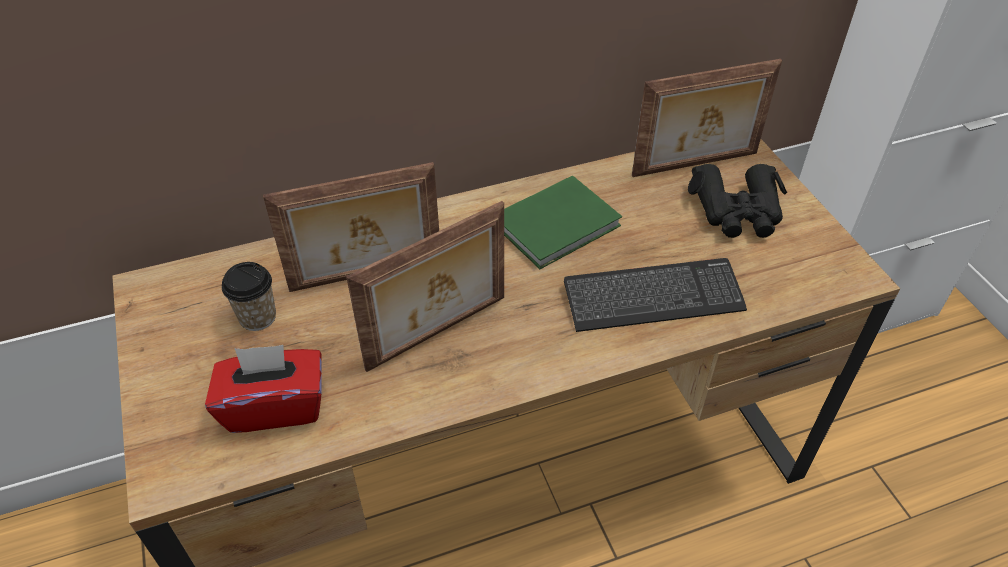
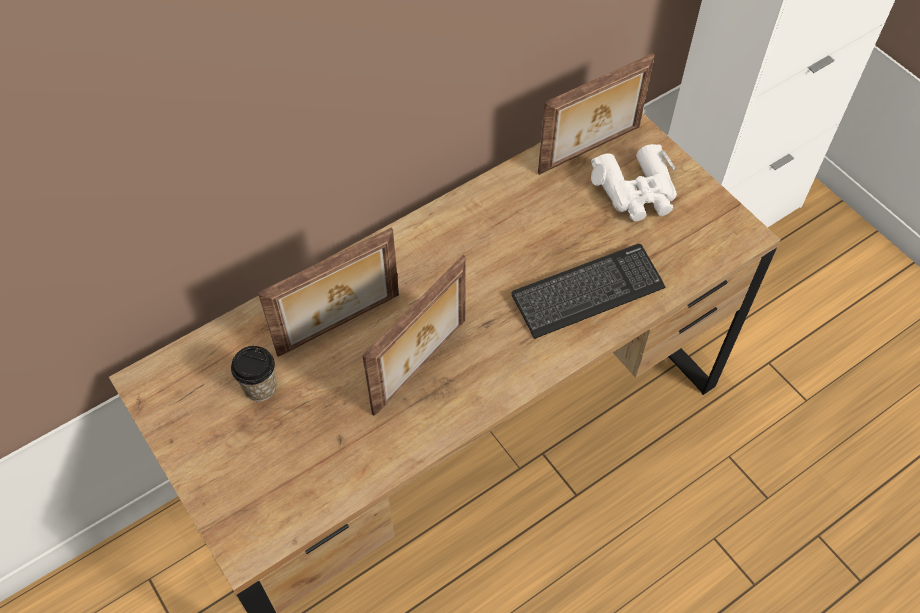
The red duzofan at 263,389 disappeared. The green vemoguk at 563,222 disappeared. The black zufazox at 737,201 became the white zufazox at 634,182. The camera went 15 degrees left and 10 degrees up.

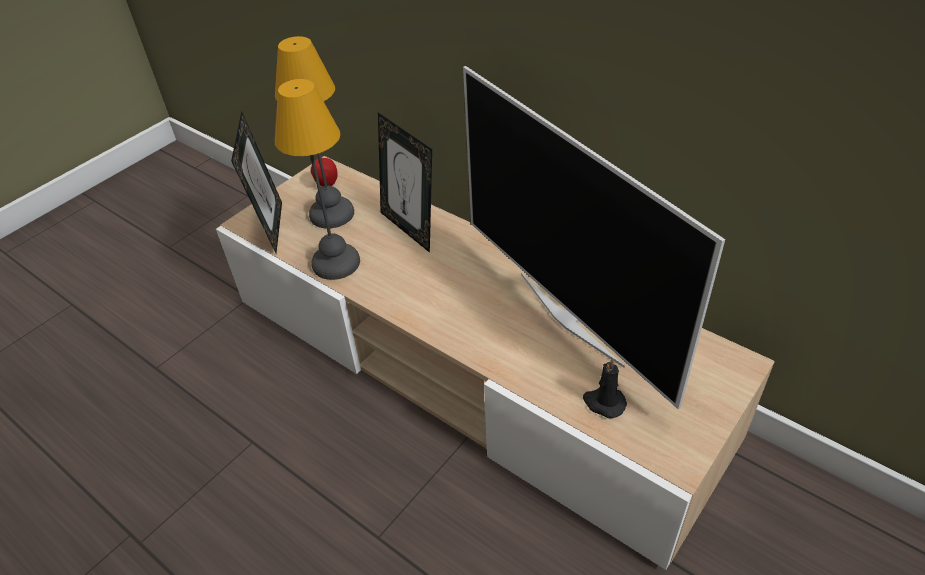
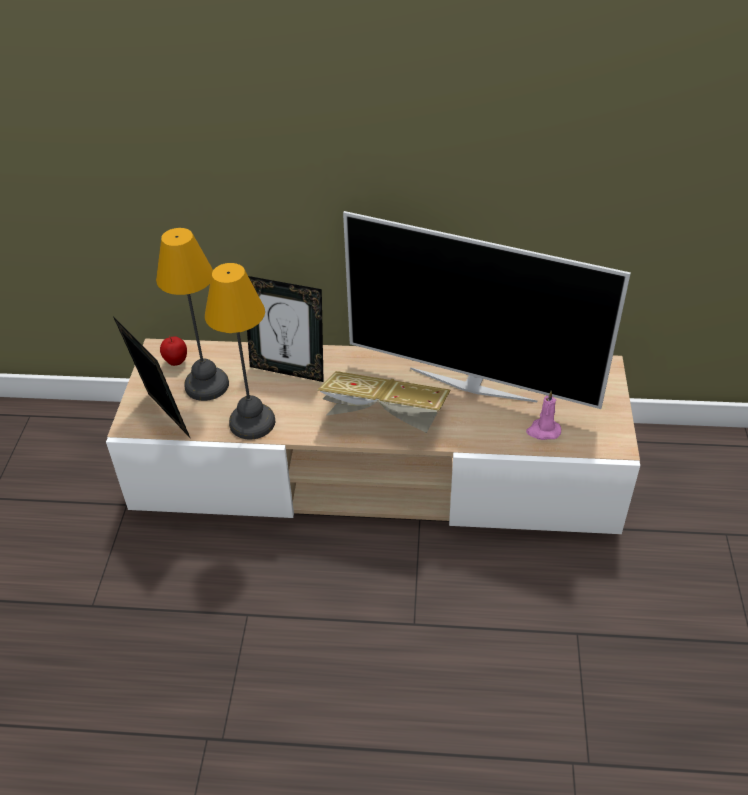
The vemoguk at 383,402 appeared. The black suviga at 605,388 became the pink suviga at 543,415. The camera went 35 degrees left and 0 degrees up.

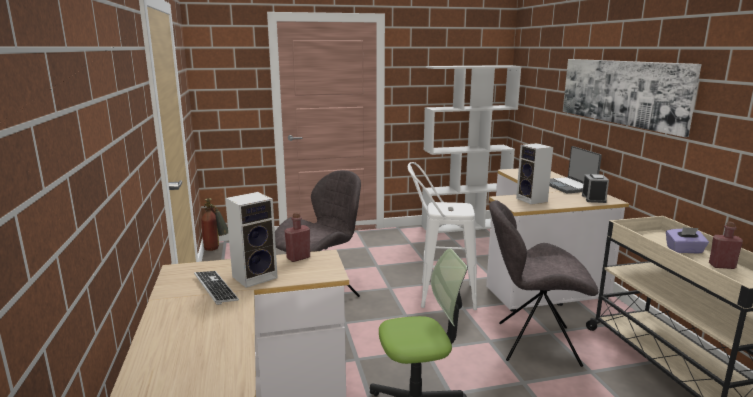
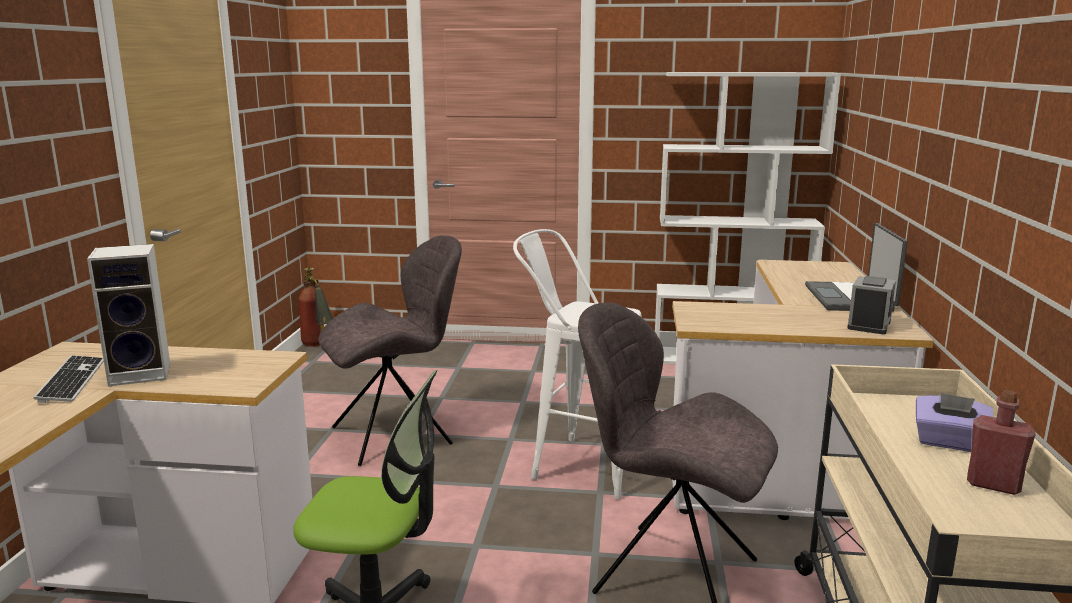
The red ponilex at 297,237 disappeared. The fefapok at 534,174 disappeared. The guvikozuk at 632,98 disappeared. The camera went 20 degrees right and 0 degrees up.

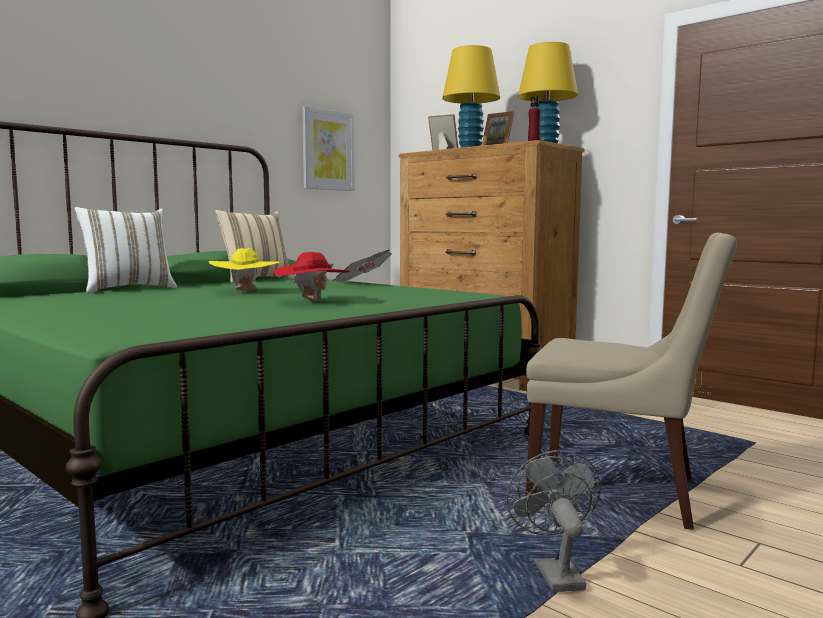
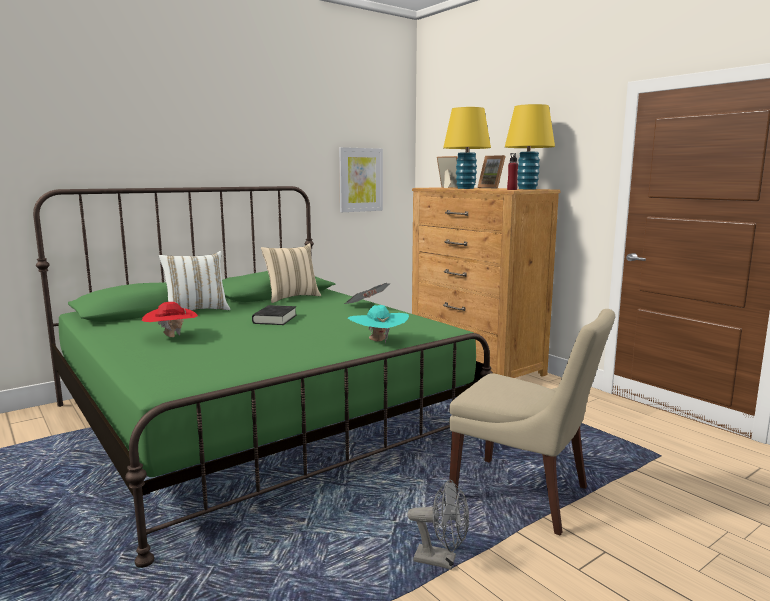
The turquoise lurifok at 378,324 appeared. The red lurifok moved from 312,276 to 170,319. The yellow lurifok at 244,269 was replaced by the black vemoguk at 274,315. The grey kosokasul at 553,521 turned 105 degrees clockwise. The camera went 10 degrees right and 5 degrees up.

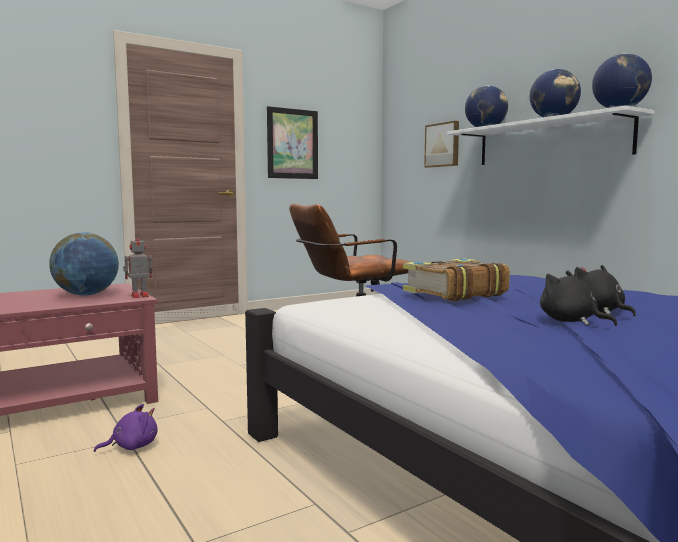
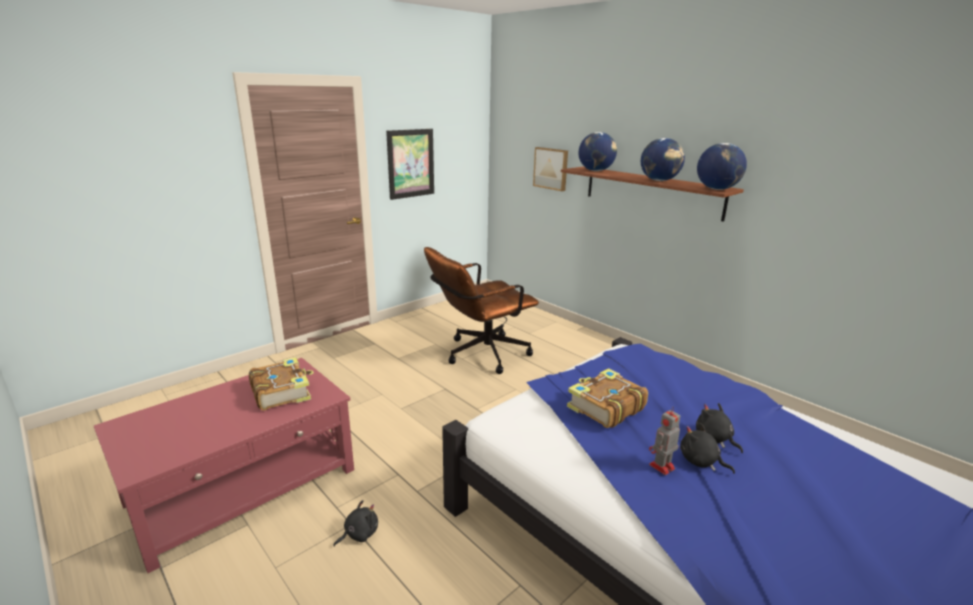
The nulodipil moved from 137,265 to 664,441. The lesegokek at 84,264 was replaced by the vemoguk at 281,384. The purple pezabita at 125,428 became the black pezabita at 355,523. The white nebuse at 551,135 became the brown nebuse at 652,194. The camera went 10 degrees left and 15 degrees up.

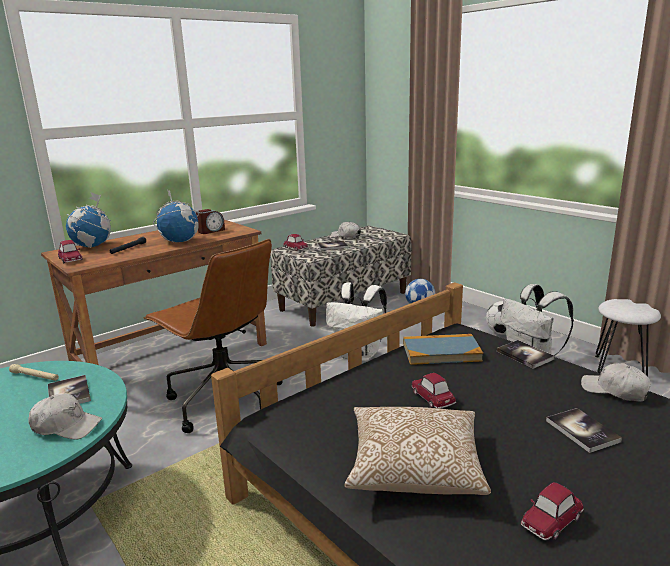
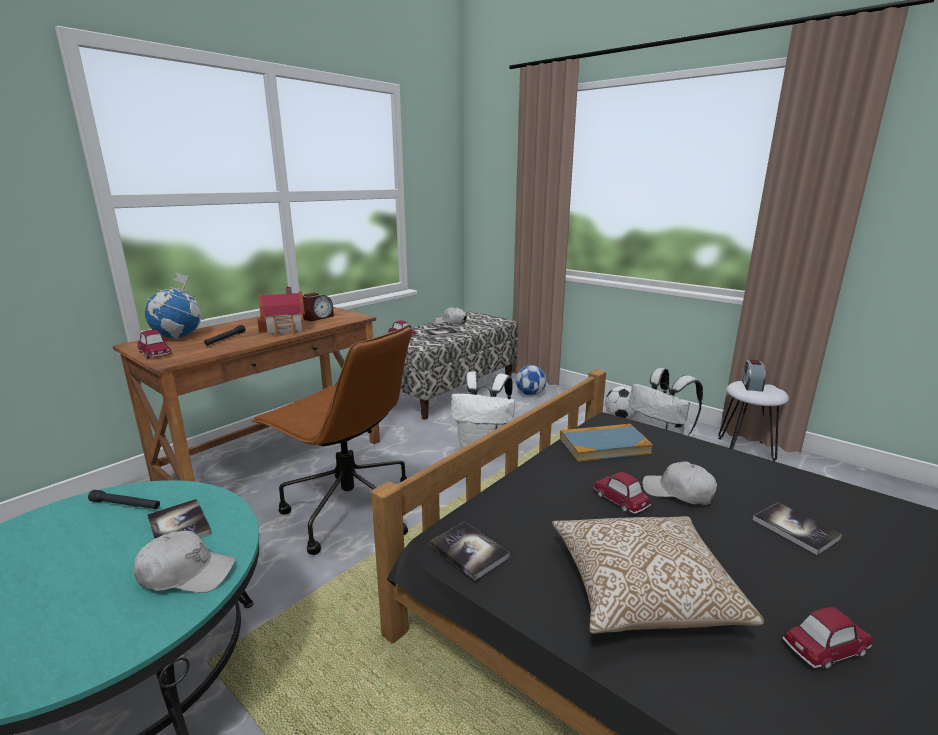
The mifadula at 754,376 appeared. The vemoguk moved from 526,354 to 470,551. The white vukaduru moved from 616,382 to 680,483. The lesegokek at 176,215 was replaced by the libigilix at 281,312. The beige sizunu at 34,372 became the black sizunu at 124,499. The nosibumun at 552,511 turned 150 degrees counterclockwise. The camera went 10 degrees left and 0 degrees up.

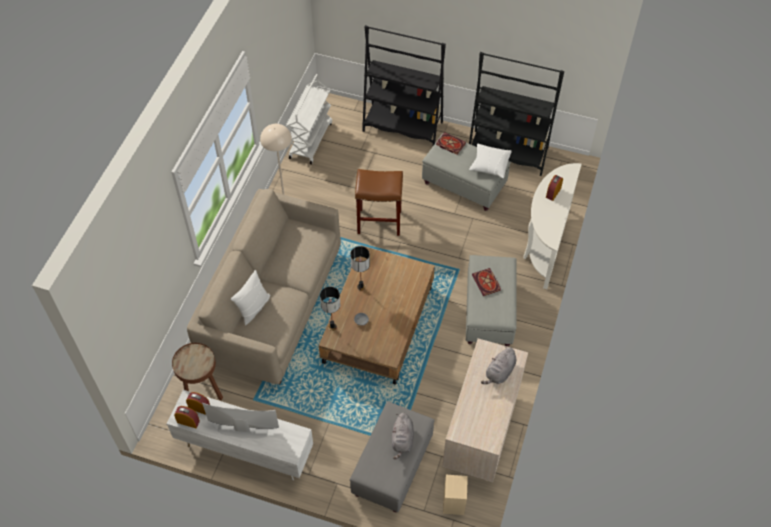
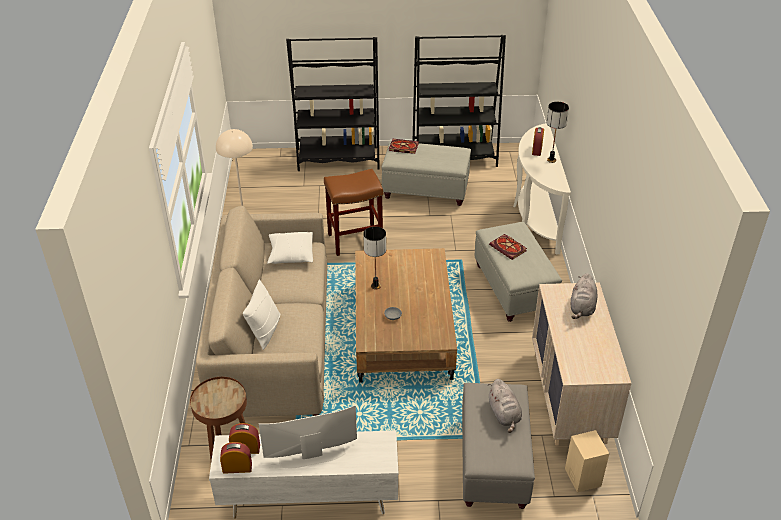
The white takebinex at 309,119 disappeared. The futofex moved from 330,309 to 557,132. The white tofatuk moved from 490,161 to 290,248. The camera went 20 degrees left and 15 degrees down.

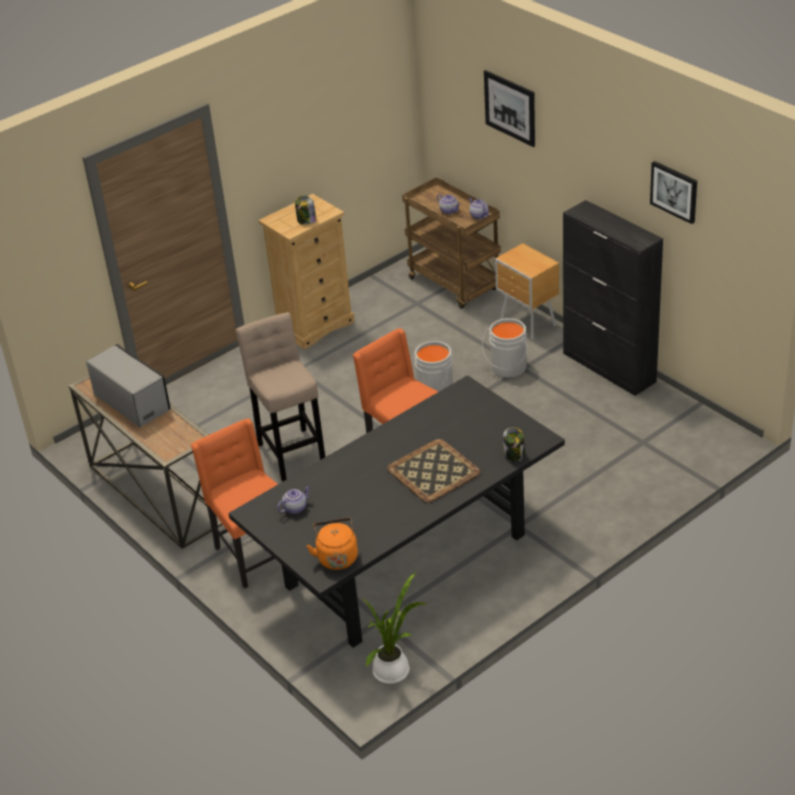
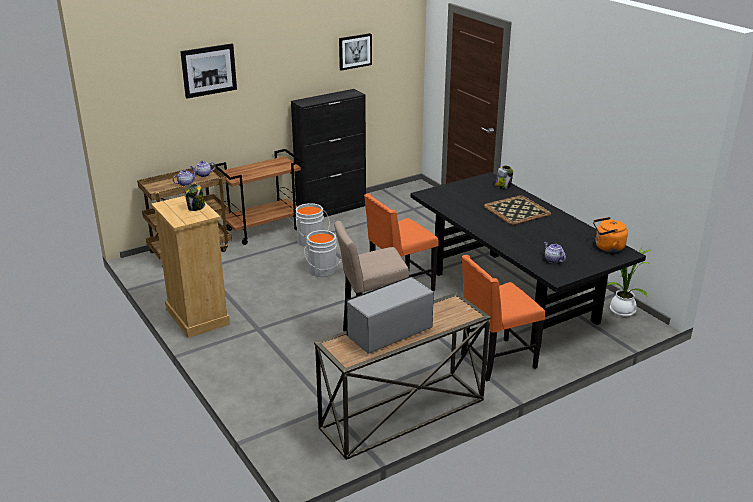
The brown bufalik at 527,291 was replaced by the brown takebinex at 258,197. The camera went 85 degrees left and 10 degrees down.

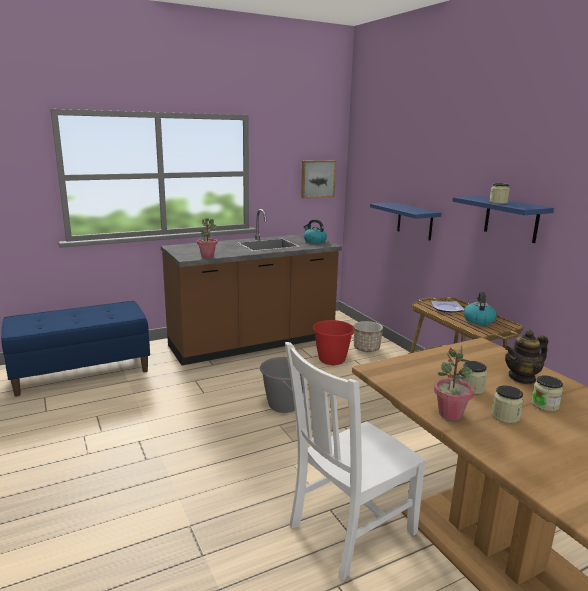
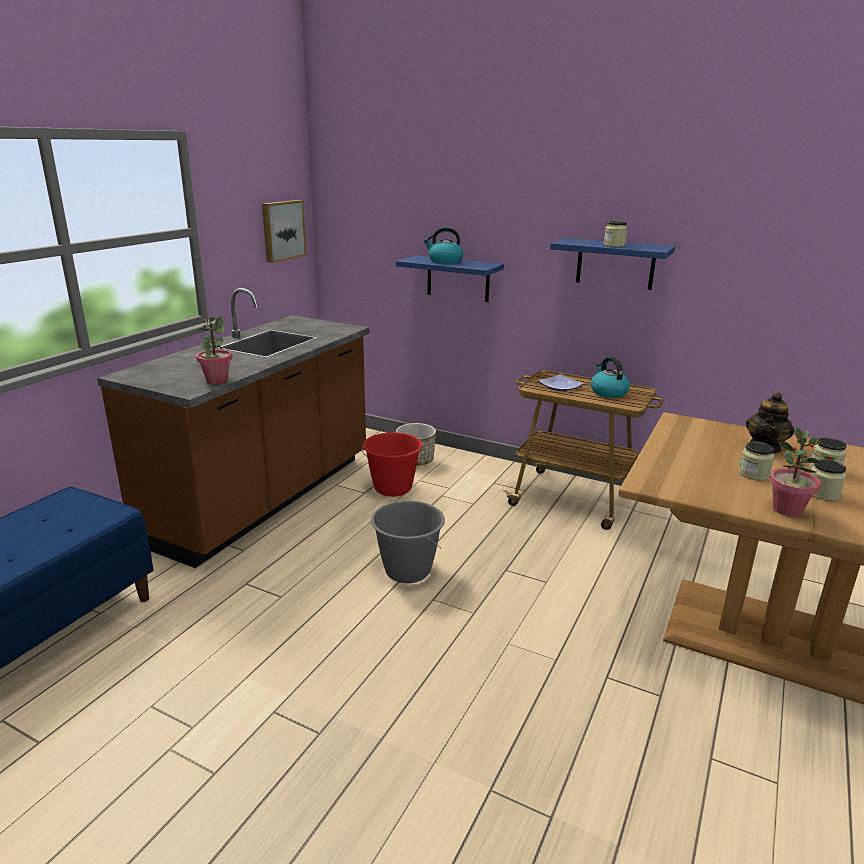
The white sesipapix at 355,461 disappeared. The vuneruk moved from 315,231 to 443,245. The camera went 35 degrees left and 5 degrees up.

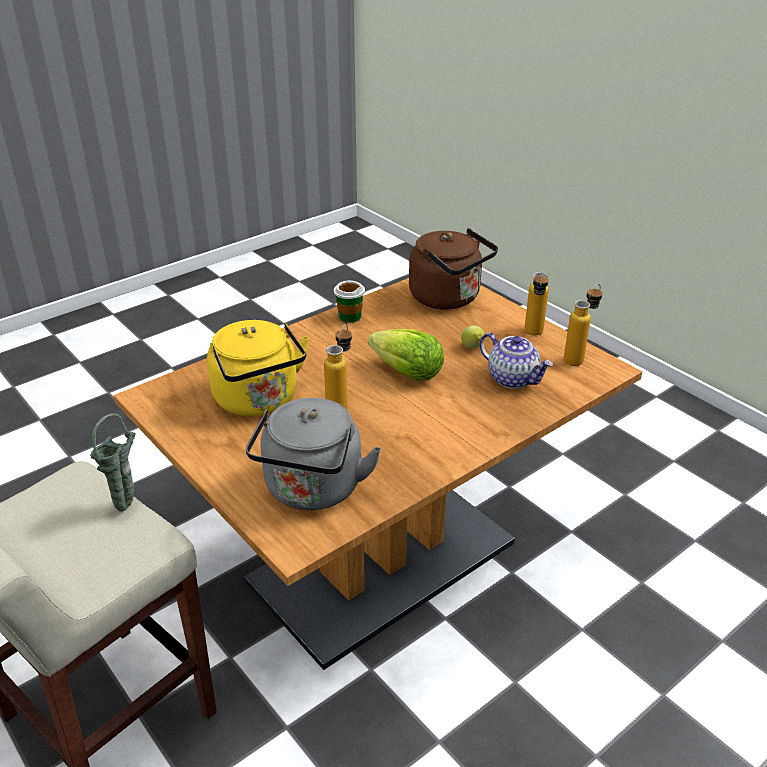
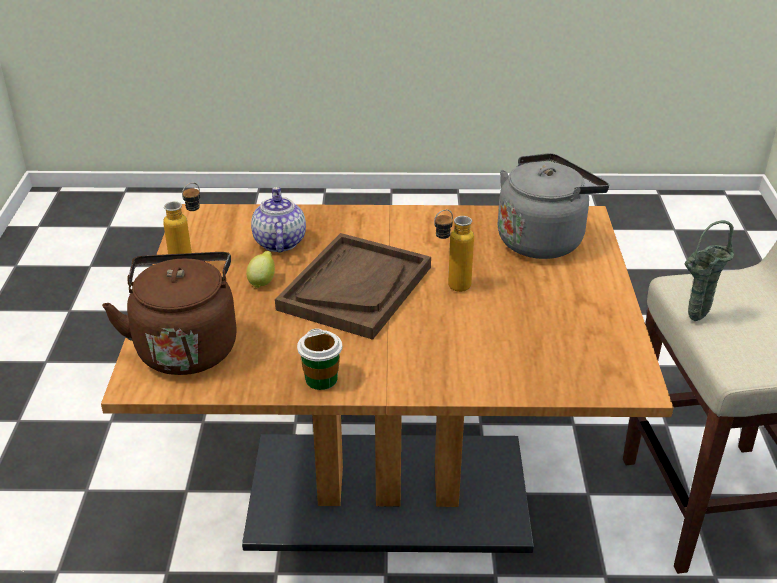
The yellow vuneruk at 258,368 disappeared. The ponilex at 583,325 disappeared. The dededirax at 406,355 was replaced by the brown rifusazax at 353,286. The camera went 140 degrees left and 0 degrees up.

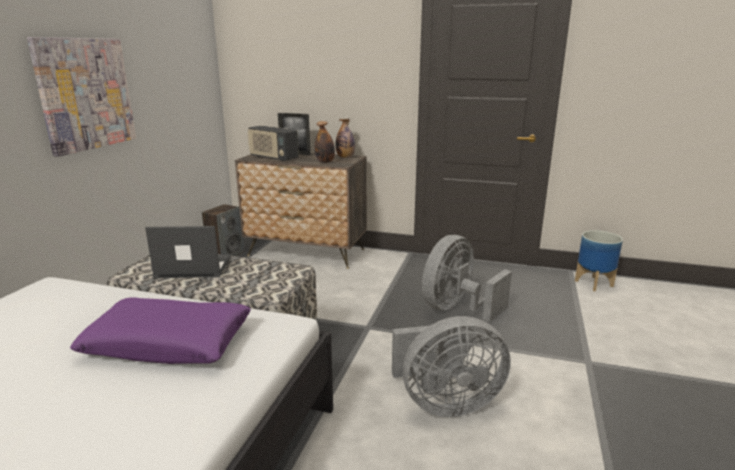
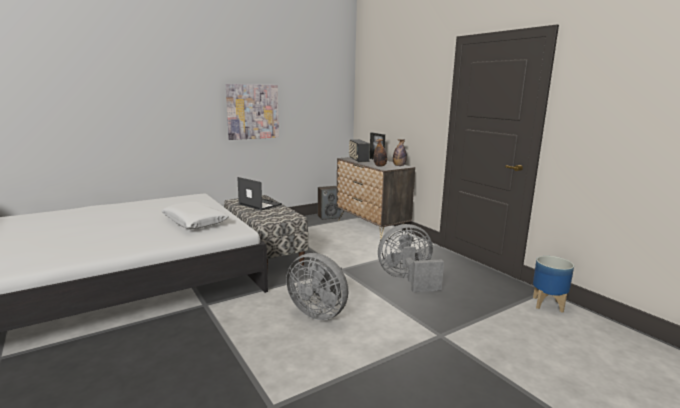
The purple tofatuk at 160,330 became the white tofatuk at 195,215. The camera went 40 degrees right and 5 degrees down.

